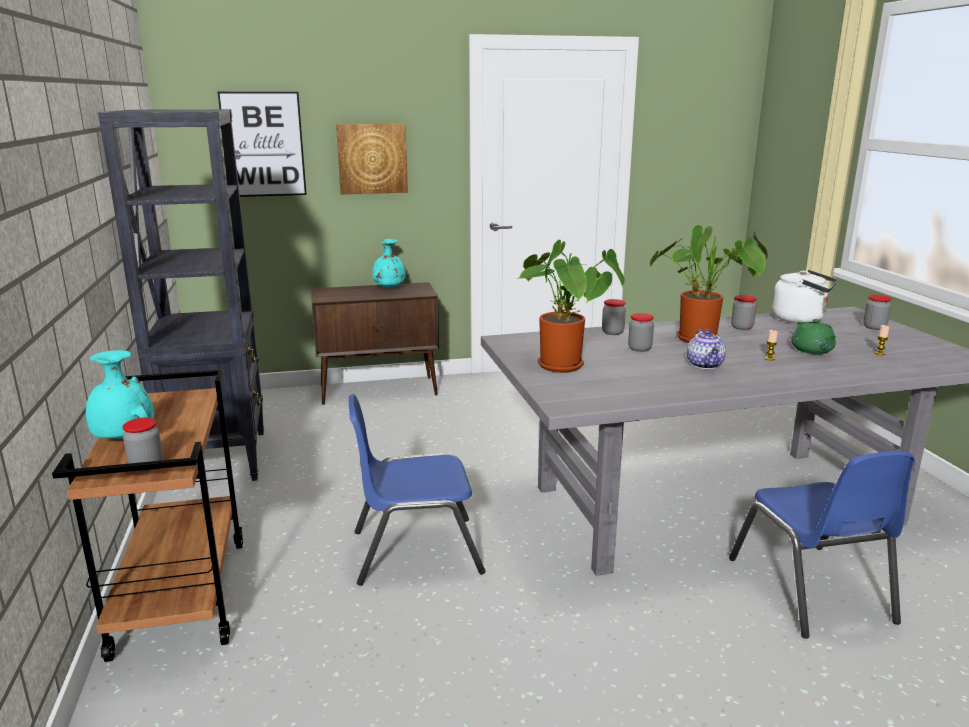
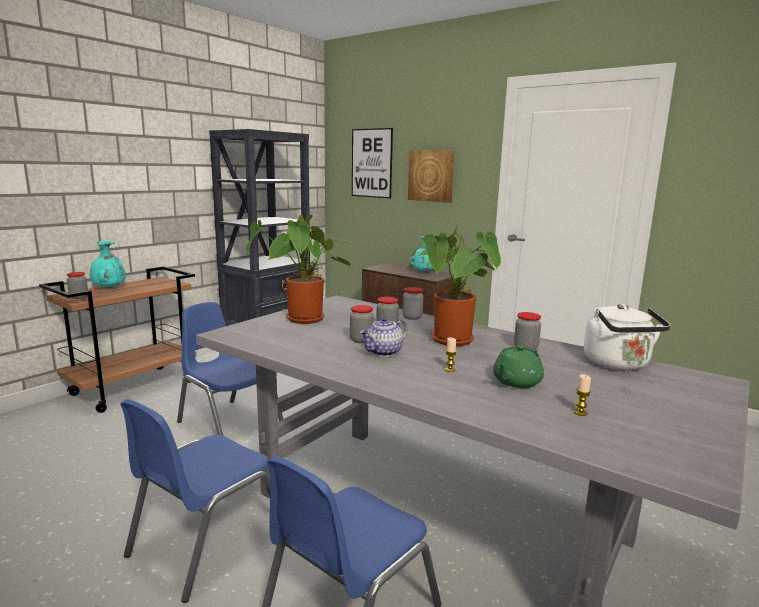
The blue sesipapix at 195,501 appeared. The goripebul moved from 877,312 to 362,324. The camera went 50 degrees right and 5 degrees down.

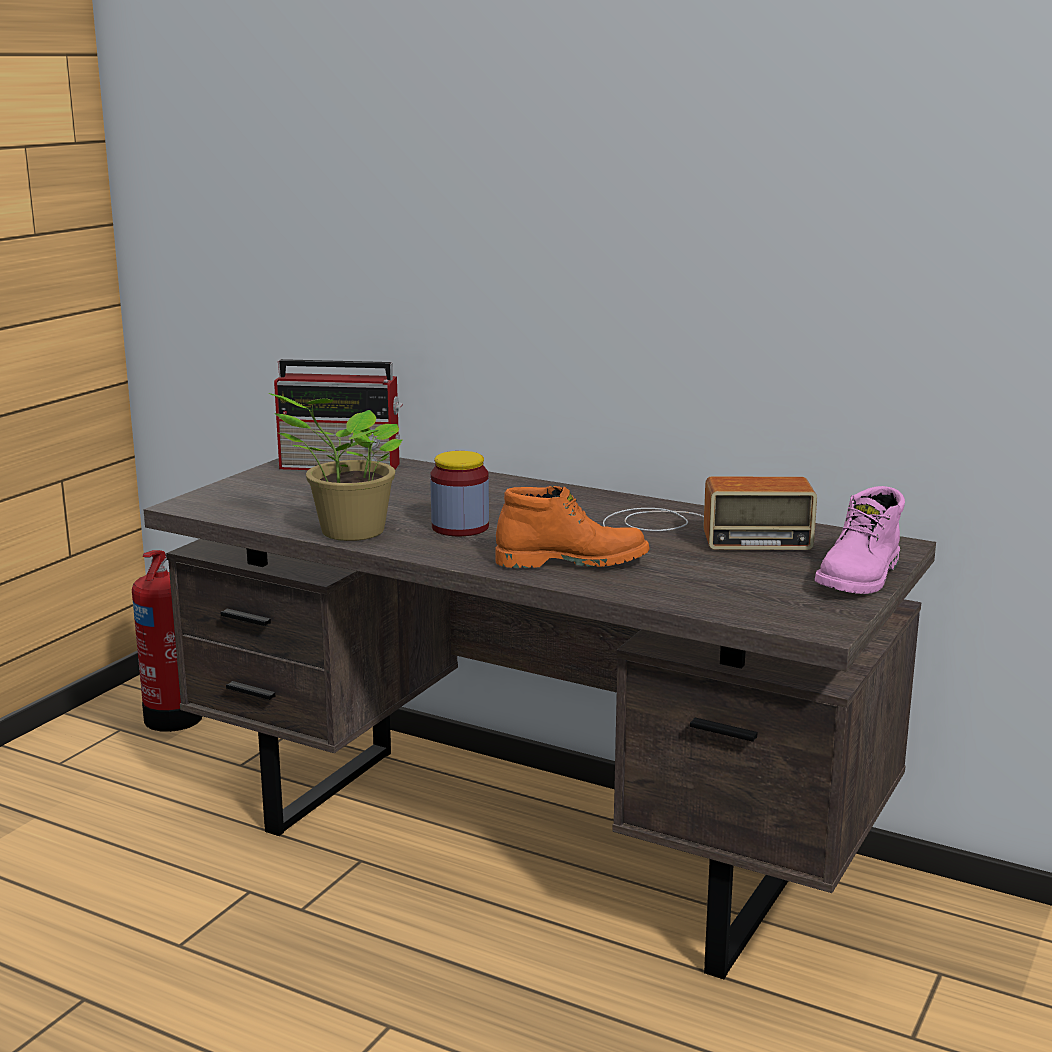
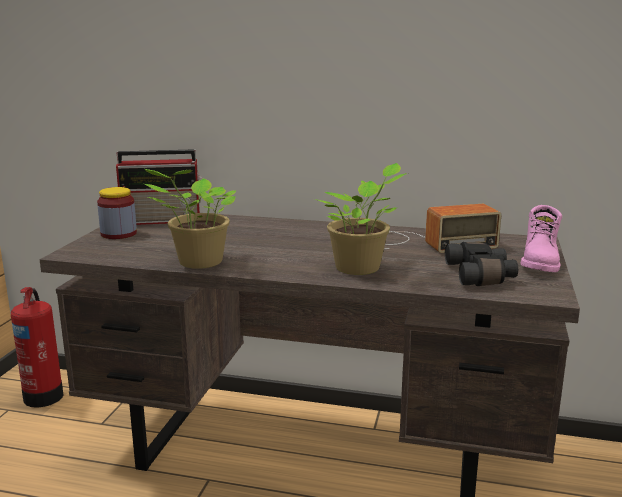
The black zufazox at 481,264 appeared. The goripebul moved from 459,493 to 117,213. The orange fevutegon at 572,527 was replaced by the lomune at 360,219. The camera went 15 degrees left and 0 degrees up.

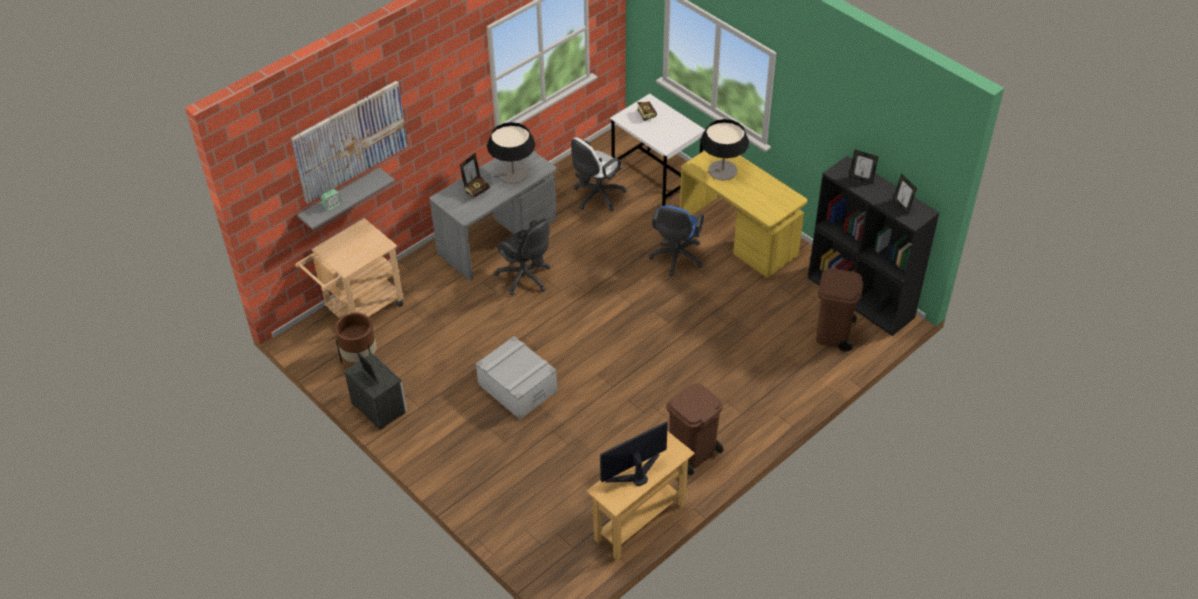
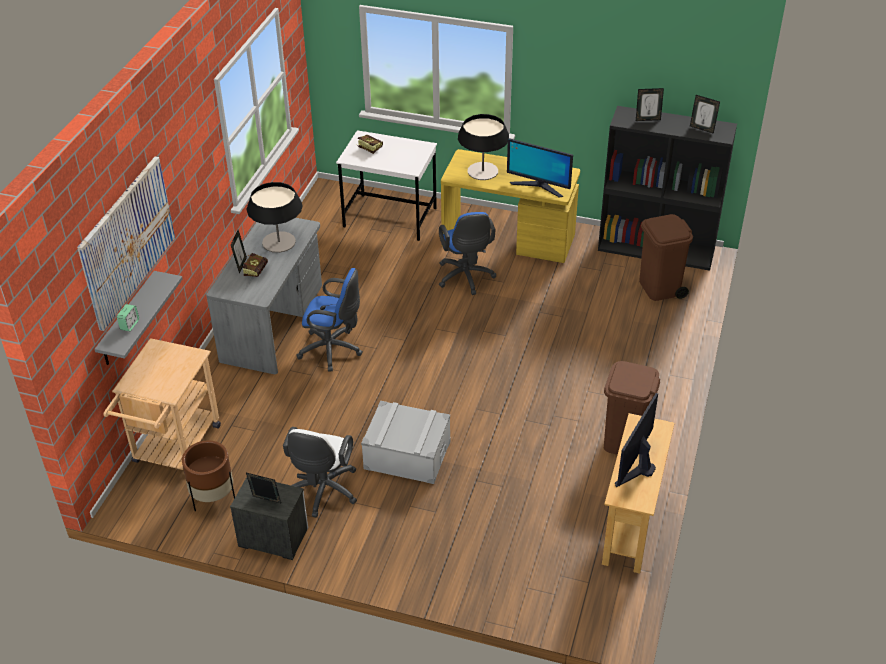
The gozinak at 540,167 appeared. The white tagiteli moved from 599,174 to 320,472. The black tagiteli at 522,257 became the blue tagiteli at 329,319. The camera went 30 degrees left and 5 degrees down.

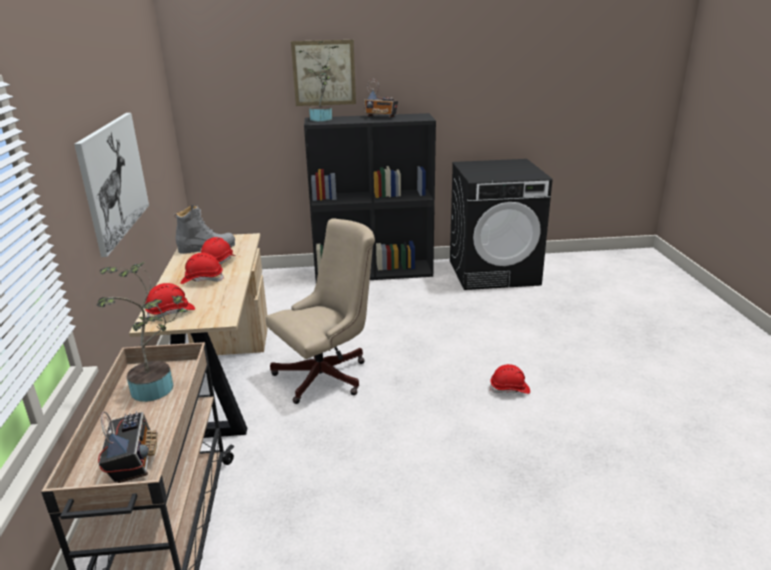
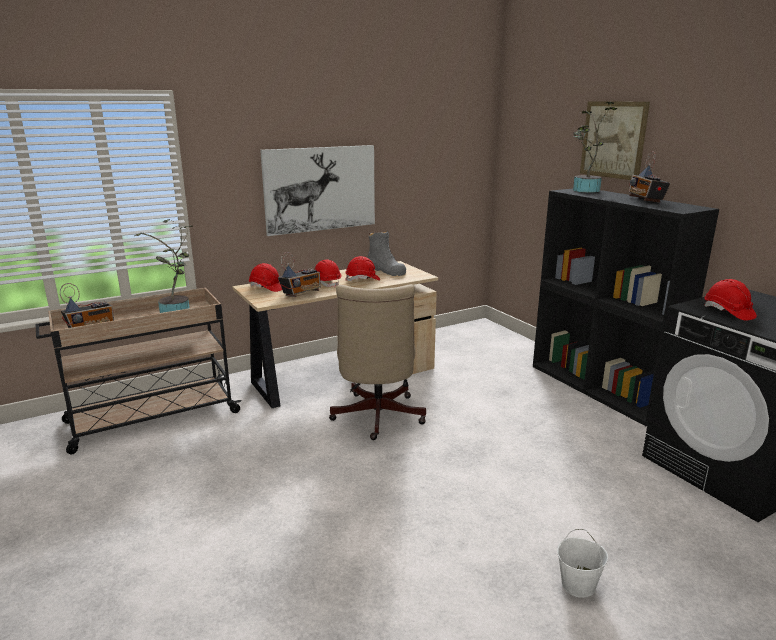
The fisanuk at 299,274 appeared. The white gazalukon at 582,563 appeared. The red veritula moved from 510,379 to 730,300. The beige tagiteli at 320,311 turned 60 degrees clockwise. The camera went 65 degrees right and 5 degrees down.

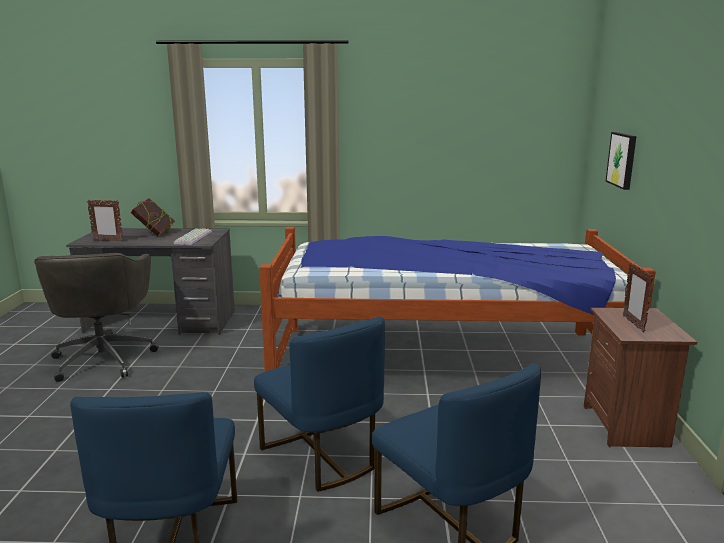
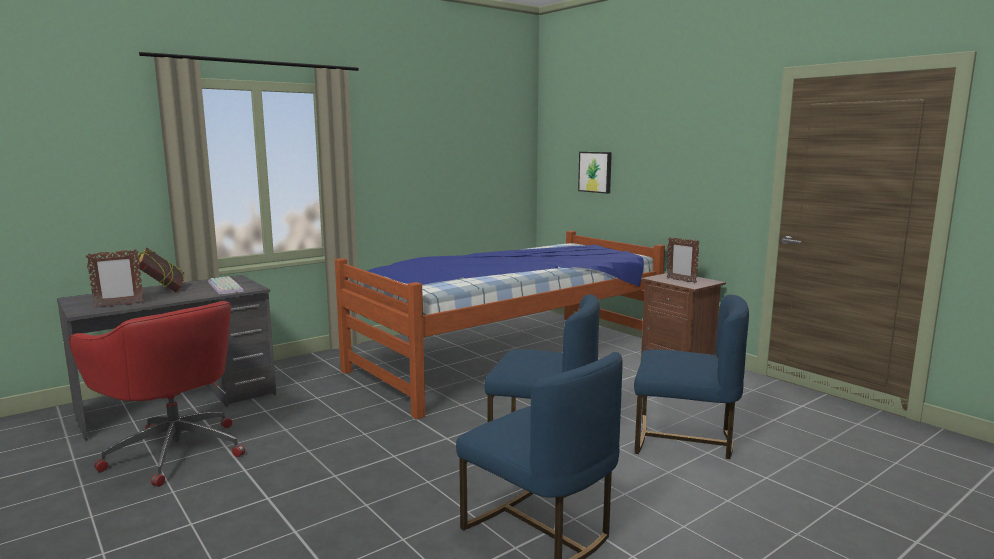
The grey tagiteli at 96,317 became the red tagiteli at 157,394. The camera went 40 degrees left and 5 degrees down.

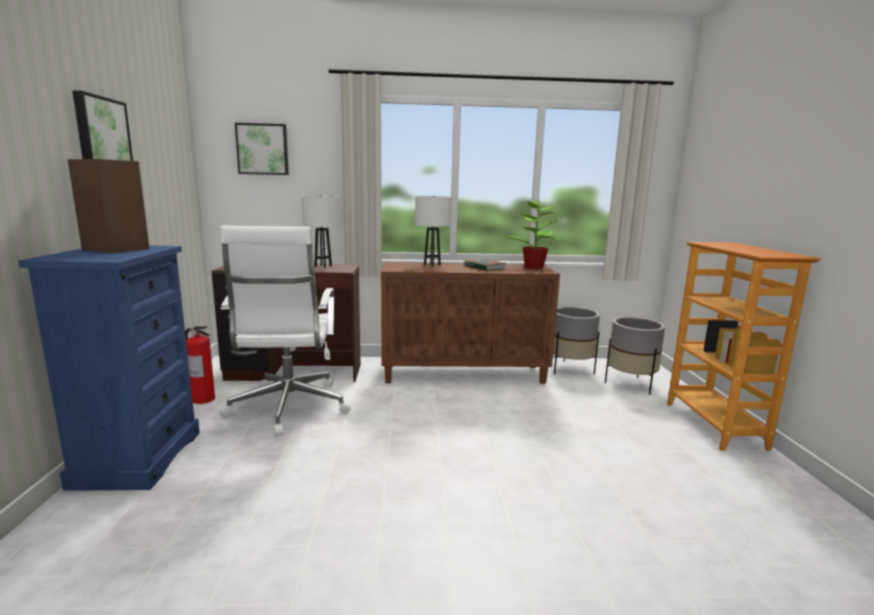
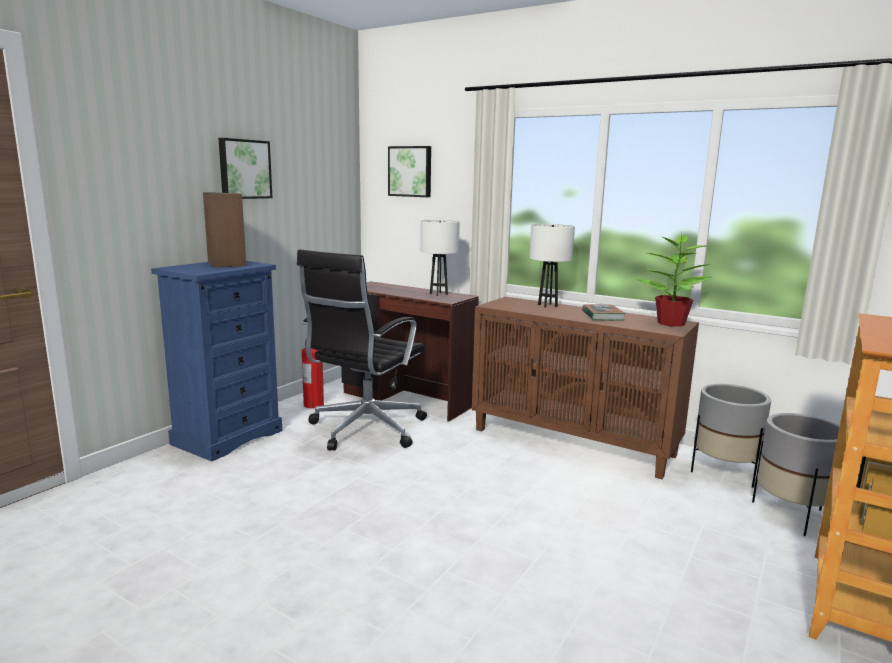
The white tagiteli at 285,331 became the black tagiteli at 362,350. The camera went 35 degrees right and 0 degrees up.

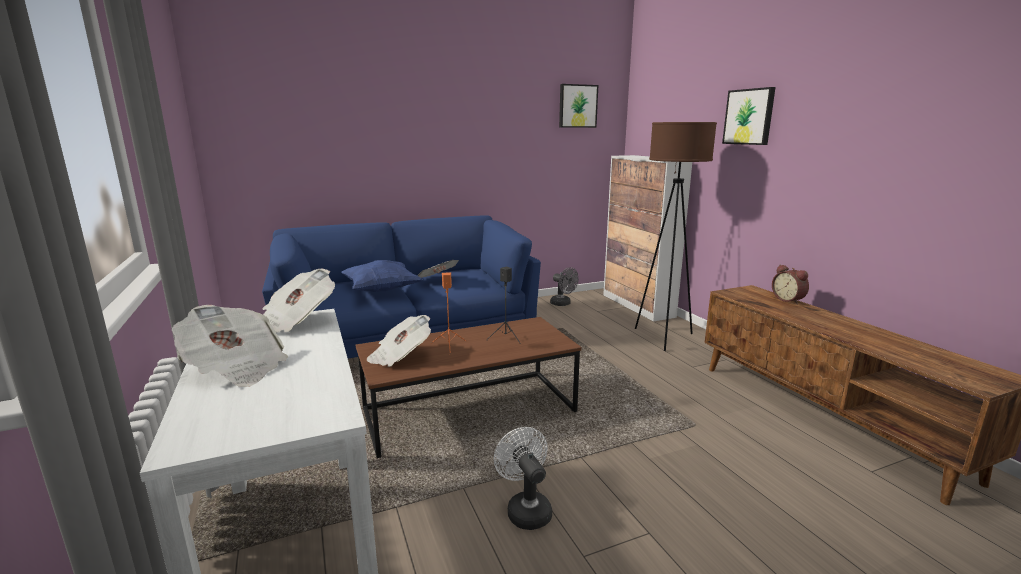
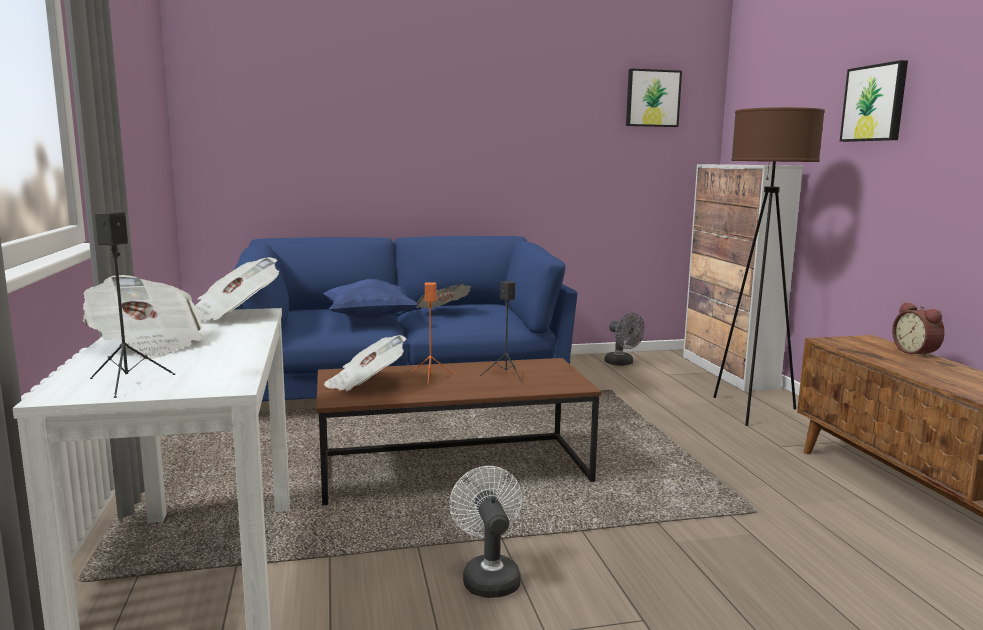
The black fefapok at 132,305 appeared. The camera went 10 degrees right and 5 degrees down.

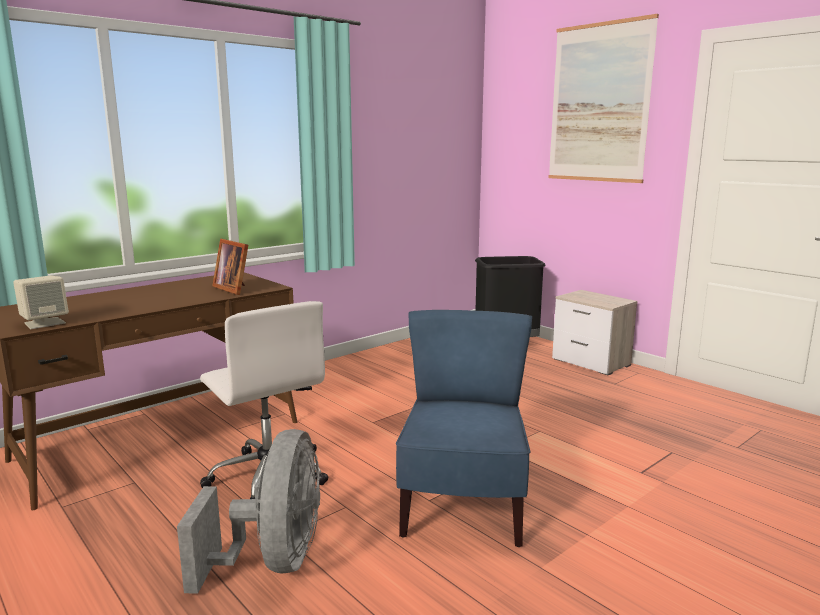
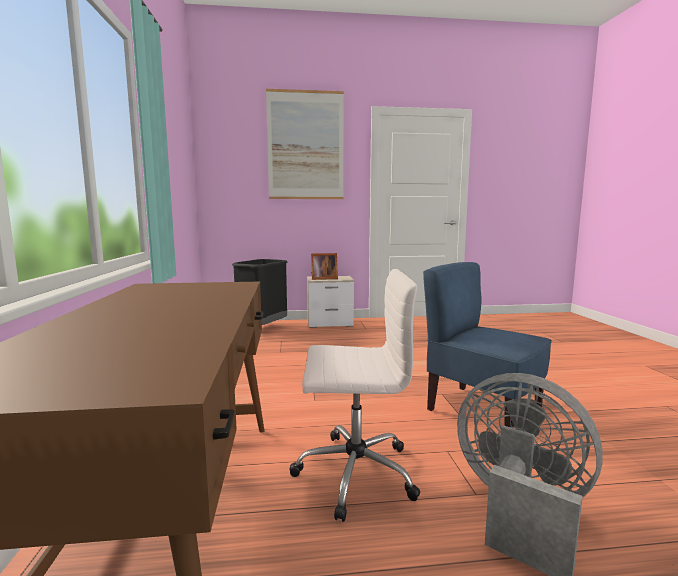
The beige fefapok at 41,302 disappeared. The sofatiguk moved from 230,267 to 324,266. The camera went 55 degrees left and 5 degrees down.

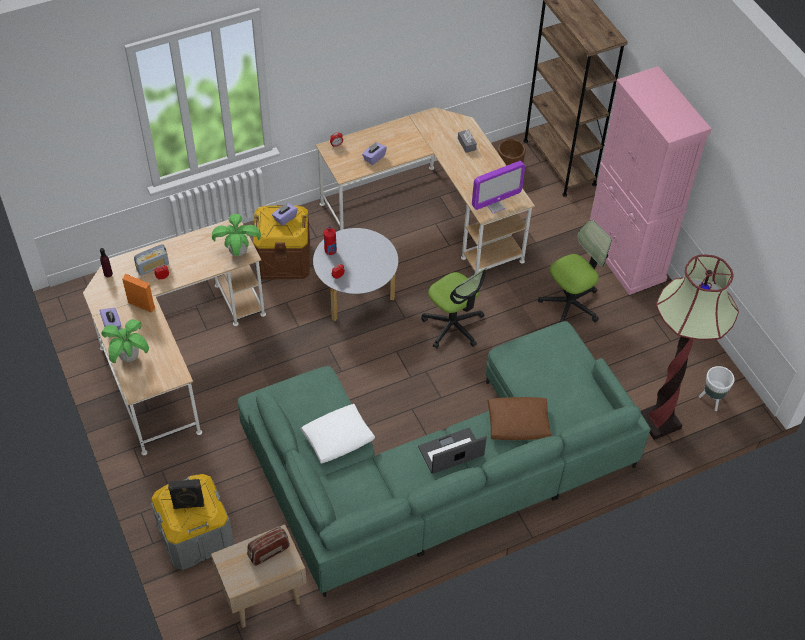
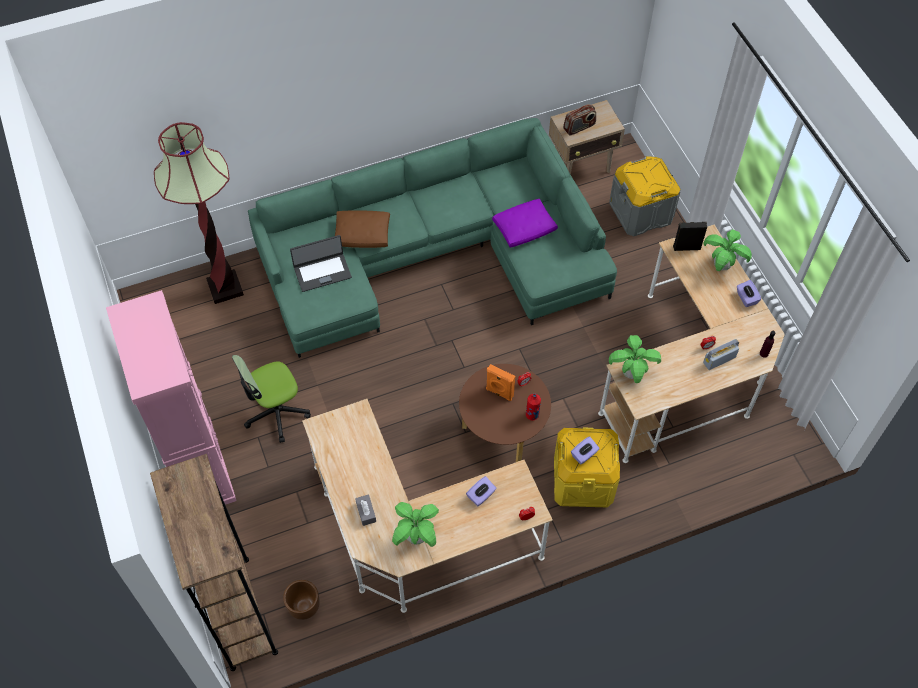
The tagiteli at 453,308 disappeared. The gozinak at 498,187 disappeared. The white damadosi at 717,388 disappeared. The lomune at 415,524 appeared. The orange fefapok moved from 138,293 to 500,382. The black fefapok moved from 186,494 to 690,236. The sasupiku moved from 452,451 to 321,263. The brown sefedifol at 281,242 became the yellow sefedifol at 587,467. The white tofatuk at 338,433 became the purple tofatuk at 525,223. The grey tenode at 355,274 became the brown tenode at 505,413. The camera went 175 degrees left and 5 degrees up.

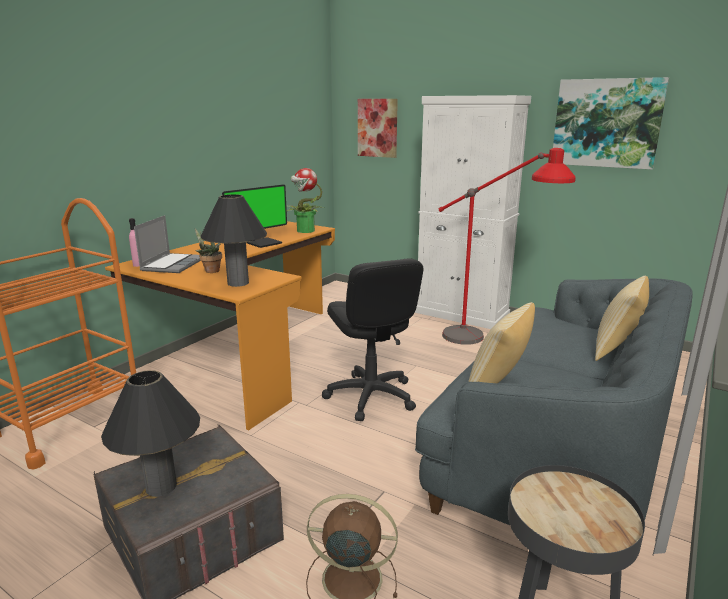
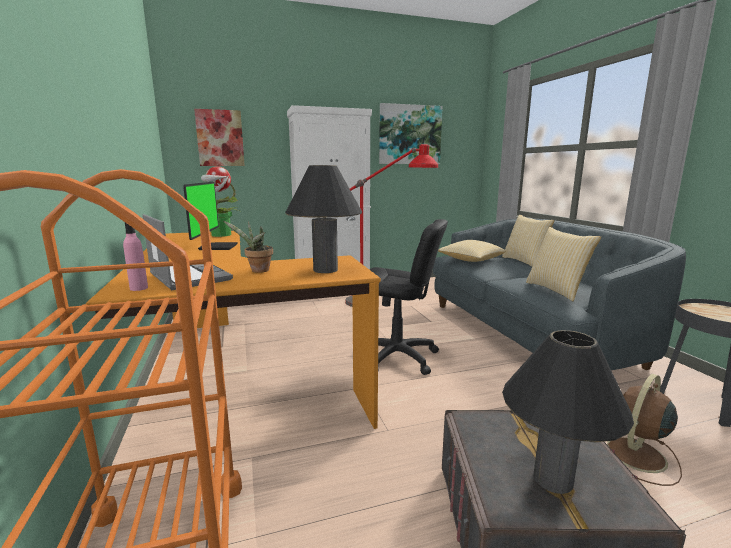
The tofatuk at 472,251 appeared. The camera went 50 degrees left and 5 degrees down.

